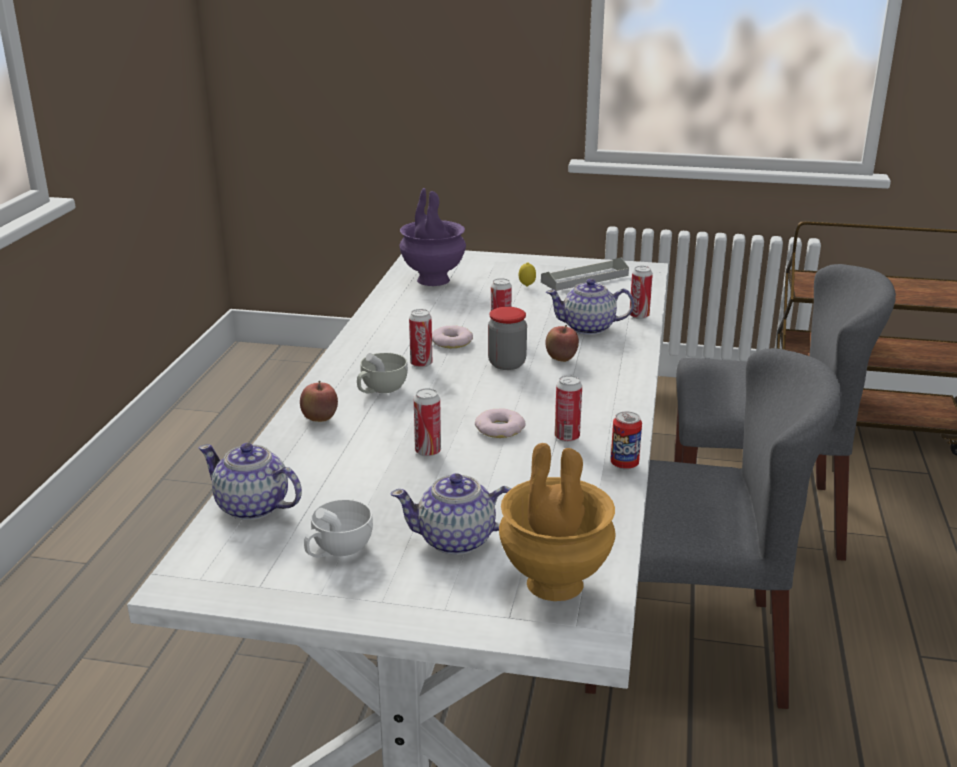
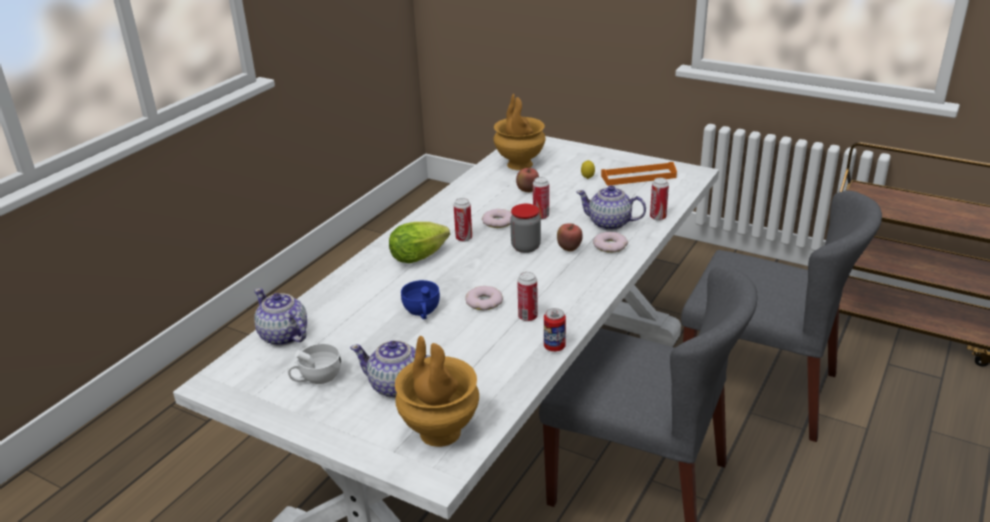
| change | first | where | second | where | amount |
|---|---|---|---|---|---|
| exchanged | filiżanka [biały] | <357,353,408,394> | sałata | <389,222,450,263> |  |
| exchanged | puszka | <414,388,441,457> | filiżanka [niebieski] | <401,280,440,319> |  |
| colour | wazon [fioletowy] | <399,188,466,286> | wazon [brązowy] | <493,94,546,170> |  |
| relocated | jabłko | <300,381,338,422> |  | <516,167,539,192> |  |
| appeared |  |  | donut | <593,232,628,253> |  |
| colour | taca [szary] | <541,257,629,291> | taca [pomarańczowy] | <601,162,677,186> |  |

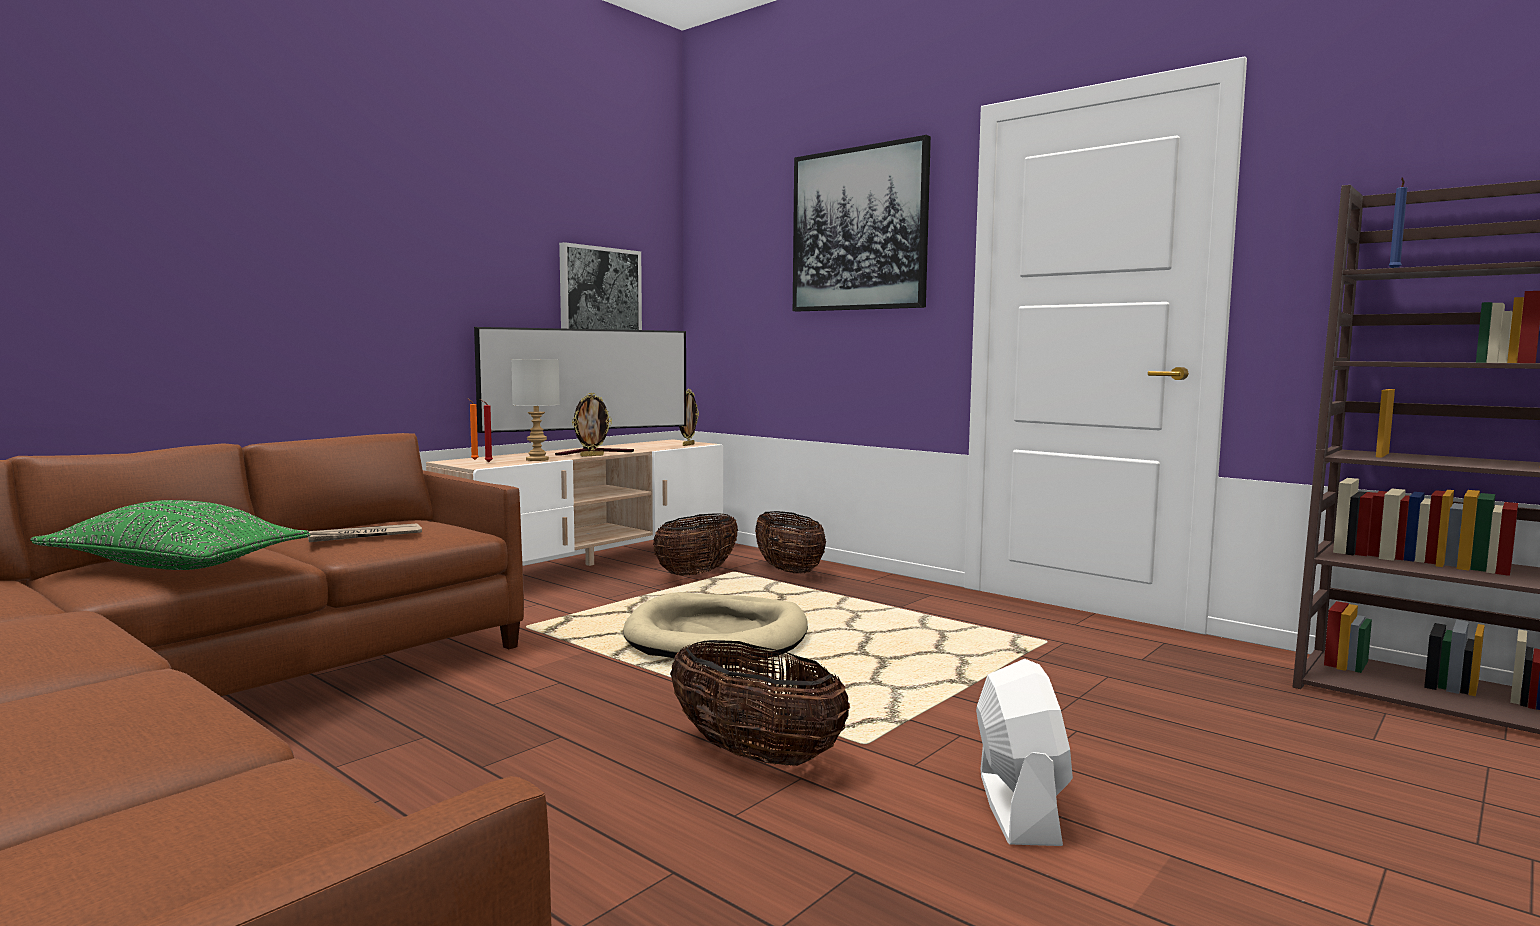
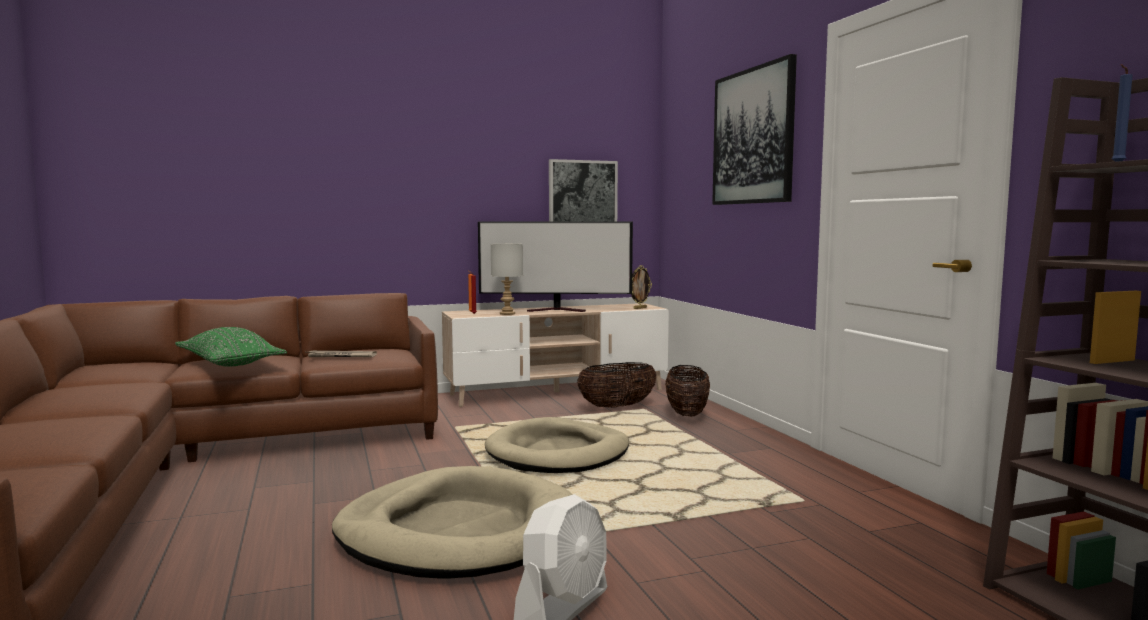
| change | first | where | second | where | amount |
|---|---|---|---|---|---|
| exchanged | koszyk | <670,640,850,766> | legowisko [beżowy] | <332,466,573,578> |  |
| missing | ramka na zdjęcie | <572,393,612,457> |  |  |  |

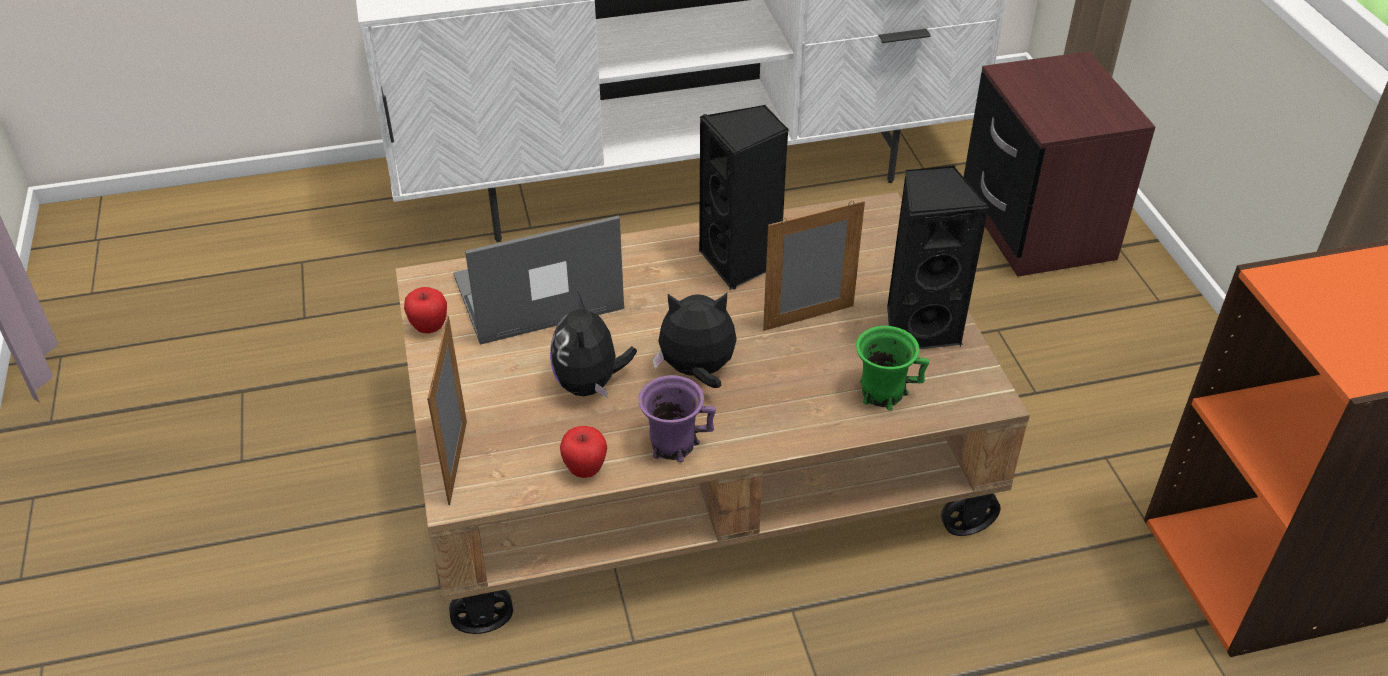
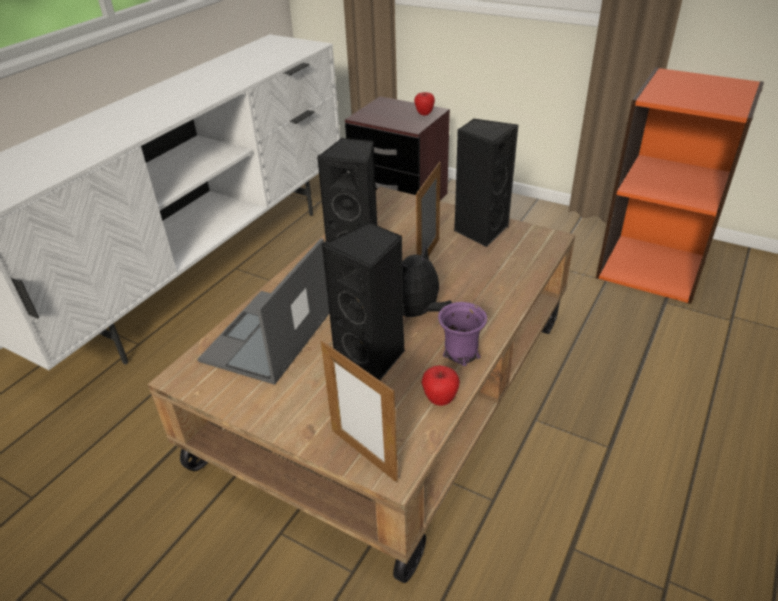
| change | first | where | second | where | amount |
|---|---|---|---|---|---|
| exchanged | pluszak | <550,292,637,398> | głośnik [czarny] | <322,222,405,380> |  |
| relocated | jabłko | <404,287,447,333> |  | <414,92,435,115> |  |
| missing | kubek [zielony] | <856,326,929,410> |  |  |  |

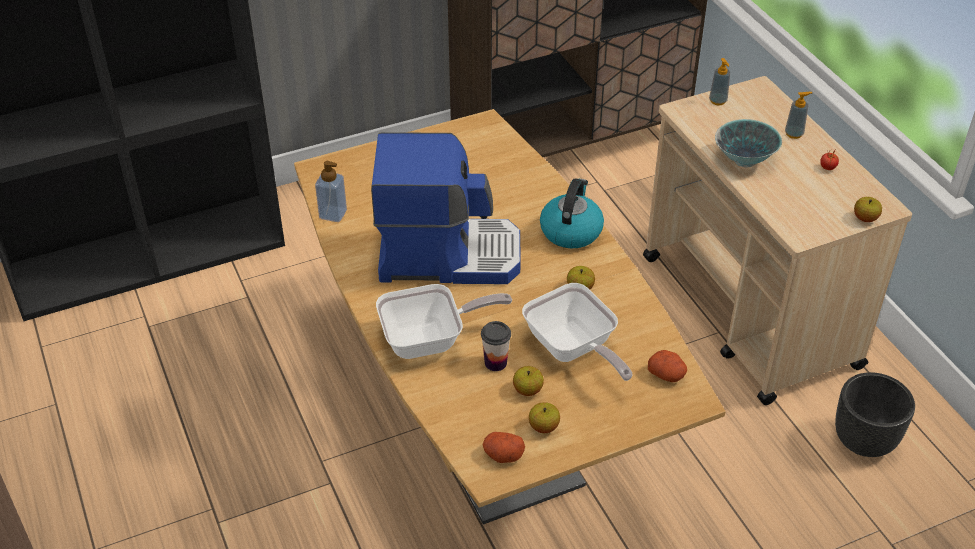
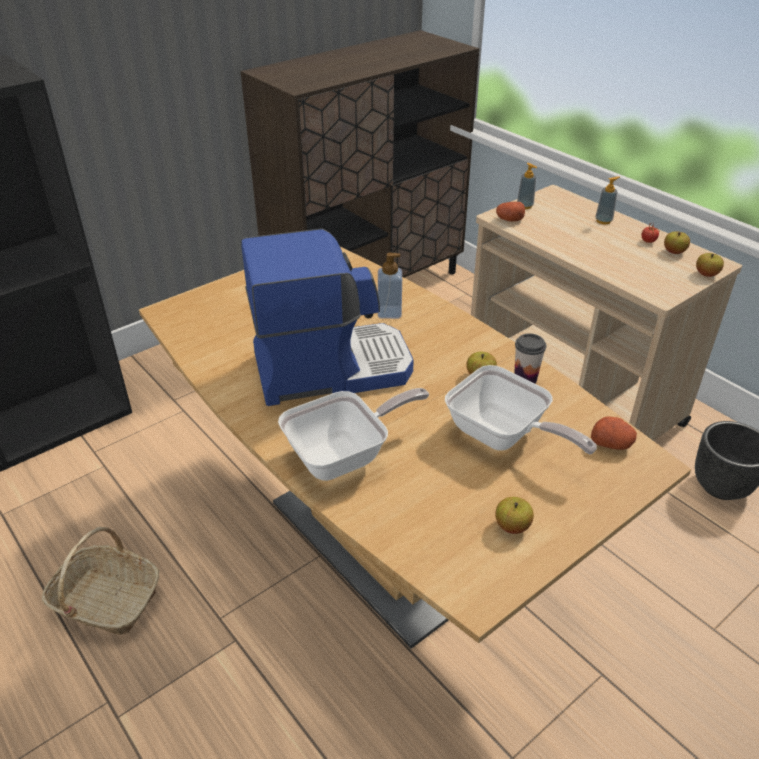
| change | first | where | second | where | amount |
|---|---|---|---|---|---|
| appeared |  |  | koszyk | <42,527,160,635> |  |
| relocated | dozownik mydła | <315,161,347,222> |  | <378,253,402,319> |  |
| relocated | ziemniak | <482,432,525,463> |  | <496,202,525,222> |  |
| relocated | filiżanka | <481,321,511,371> |  | <514,333,546,384> |  |
| relocated | jabłko | <513,366,544,396> |  | <664,231,690,254> |  |
| missing | czajnik | <540,179,604,249> |  |  |  |
| missing | miska | <715,119,782,167> |  |  |  |

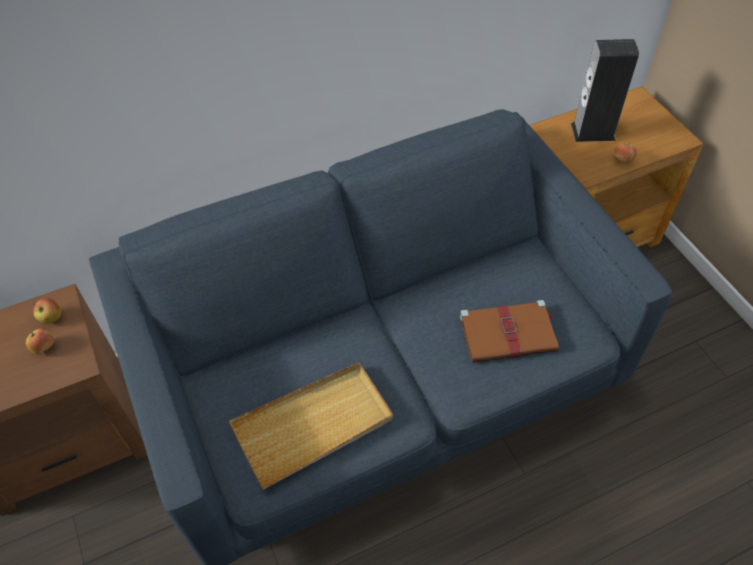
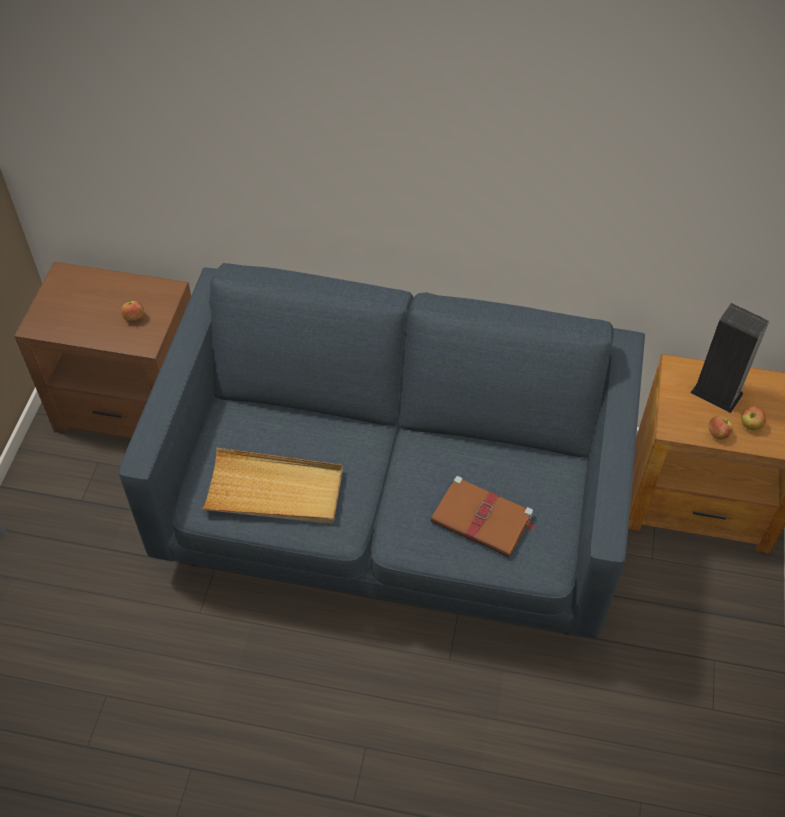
| change | first | where | second | where | amount |
|---|---|---|---|---|---|
| relocated | jabłko | <33,298,61,324> |  | <741,406,766,431> |  |

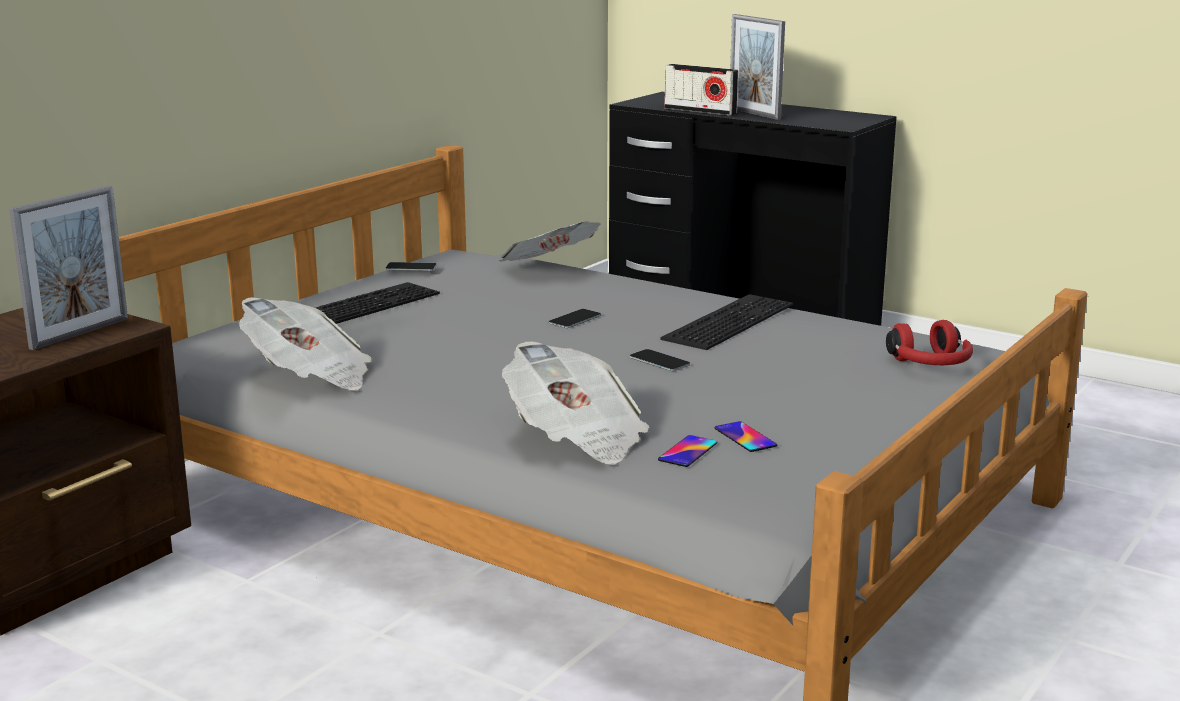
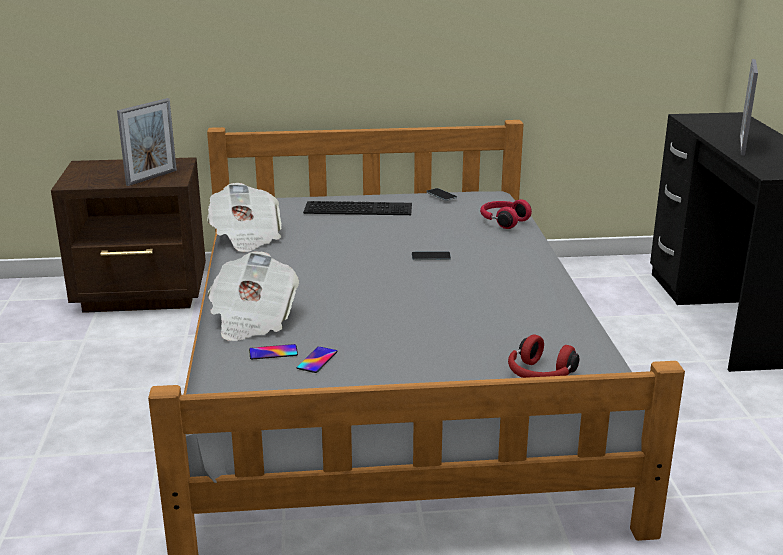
| change | first | where | second | where | amount |
|---|---|---|---|---|---|
| spun | ramka na zdjęcie | <9,185,128,350> |  | <117,98,177,186> | 45 degrees counterclockwise |
| exchanged | gazeta | <499,221,601,262> | słuchawki [czerwony] | <480,199,532,229> |  |
| missing | telefon | <630,349,690,371> |  |  |  |
| missing | klawiatura | <660,294,793,350> |  |  |  |
| missing | radio | <664,64,738,116> |  |  |  |

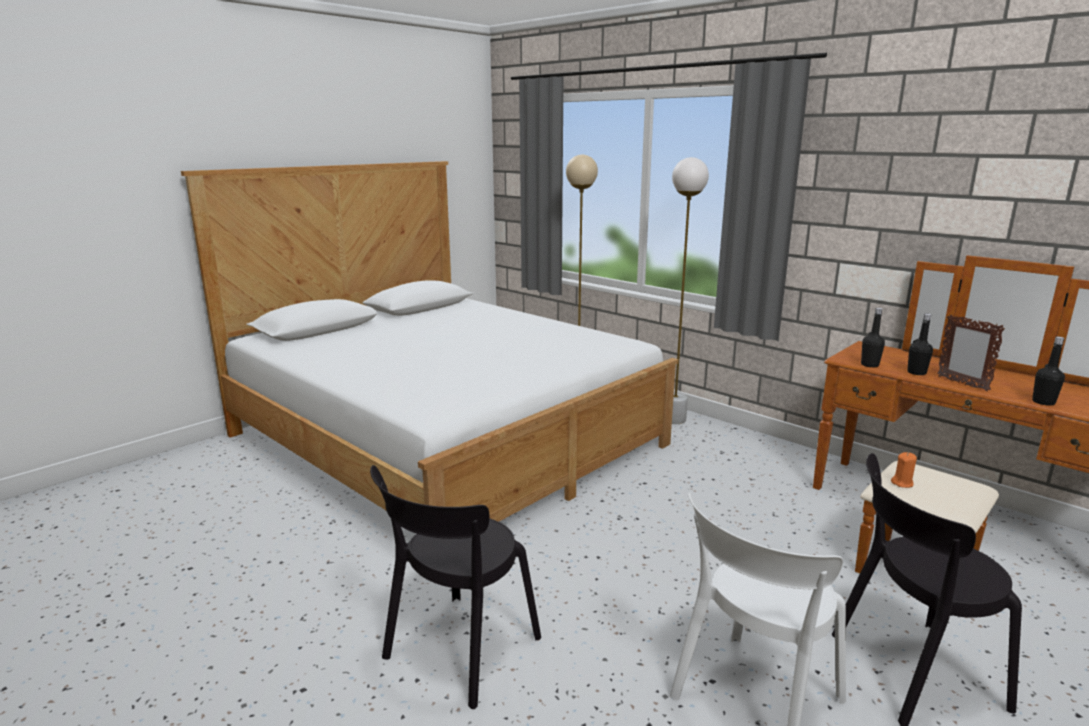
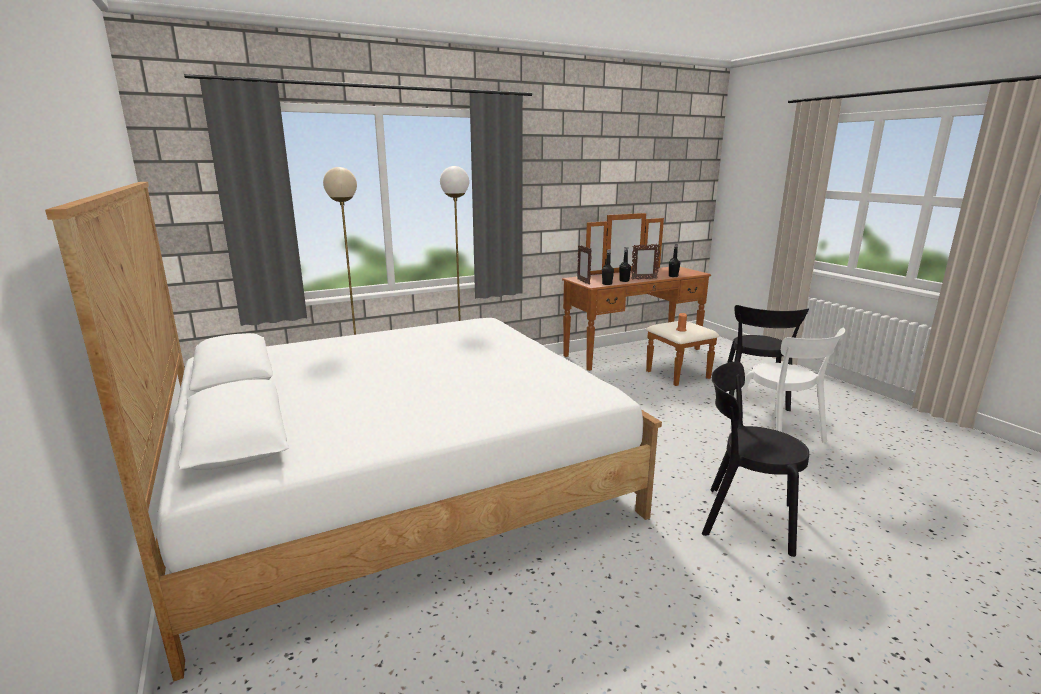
| change | first | where | second | where | amount |
|---|---|---|---|---|---|
| appeared |  |  | ramka na zdjęcie | <577,245,592,285> |  |
| spun | krzesło [czarny] | <370,465,541,709> |  | <702,361,809,557> | 150 degrees clockwise |

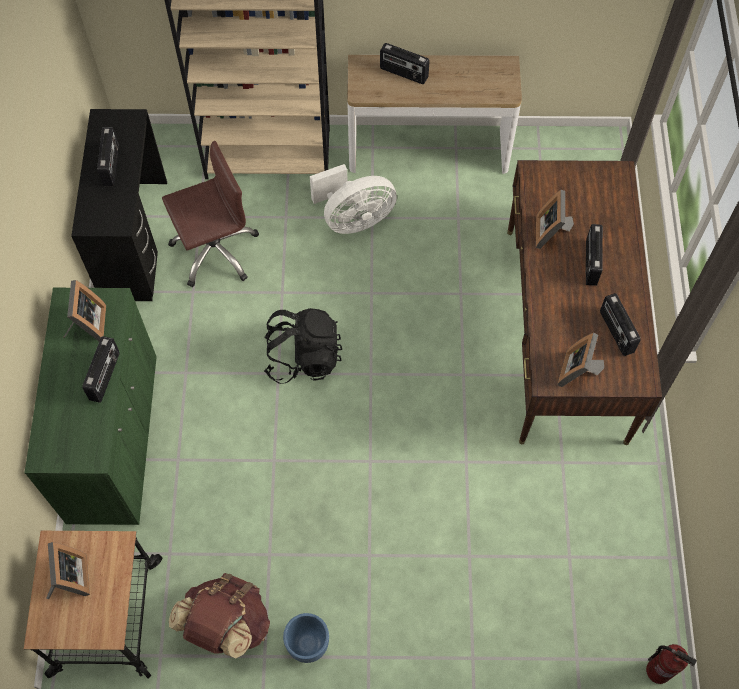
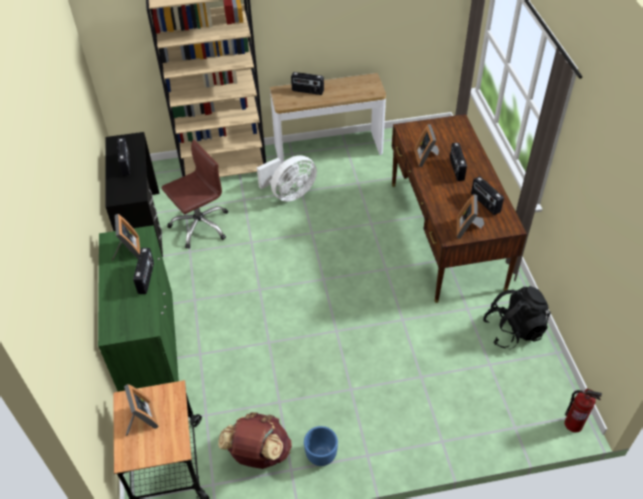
| change | first | where | second | where | amount |
|---|---|---|---|---|---|
| relocated | plecak [czarny] | <264,308,342,384> |  | <483,286,551,349> |  |

